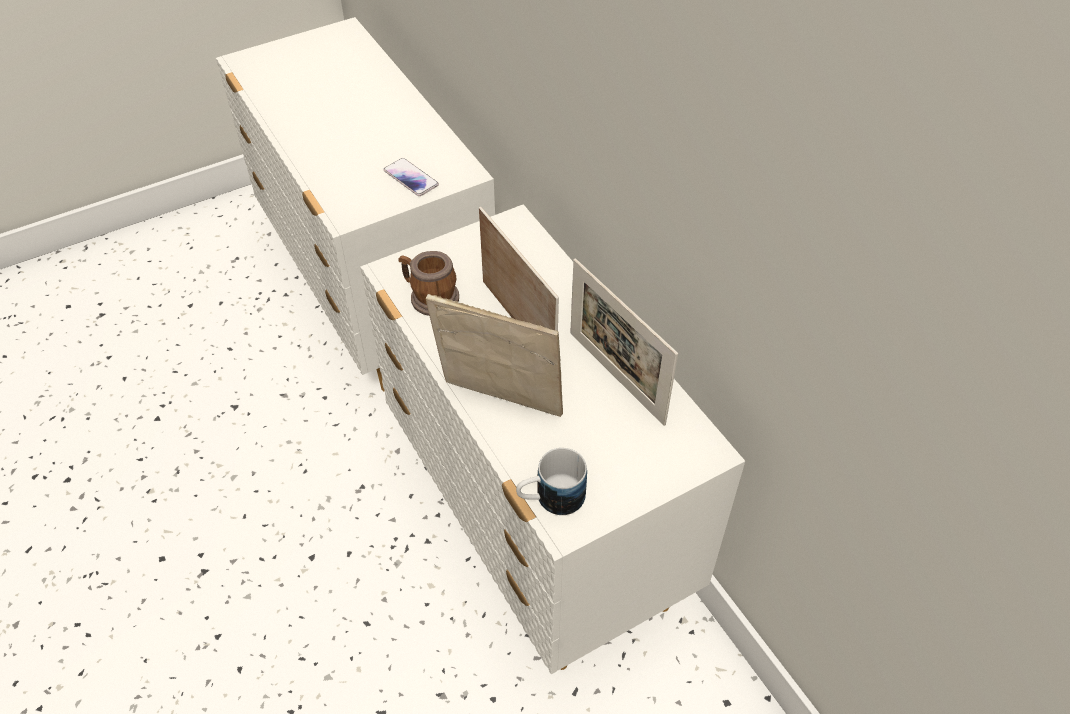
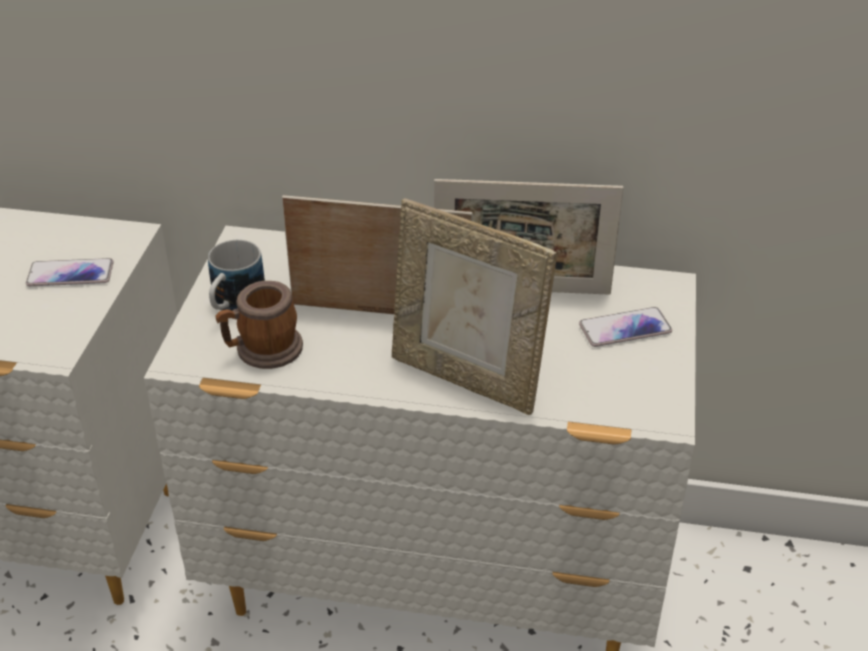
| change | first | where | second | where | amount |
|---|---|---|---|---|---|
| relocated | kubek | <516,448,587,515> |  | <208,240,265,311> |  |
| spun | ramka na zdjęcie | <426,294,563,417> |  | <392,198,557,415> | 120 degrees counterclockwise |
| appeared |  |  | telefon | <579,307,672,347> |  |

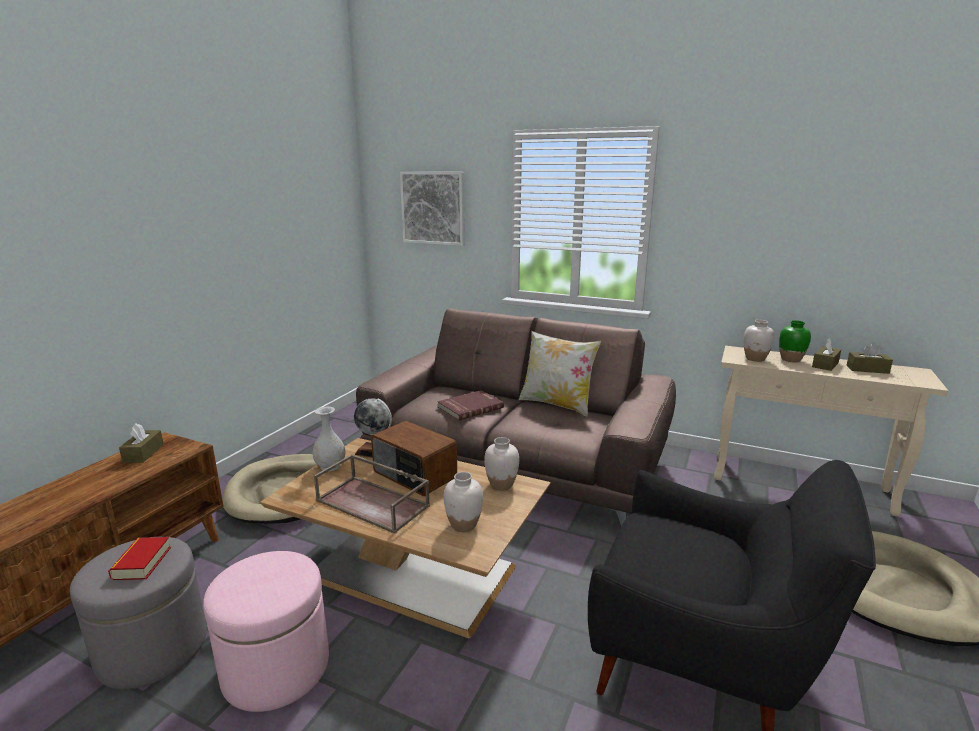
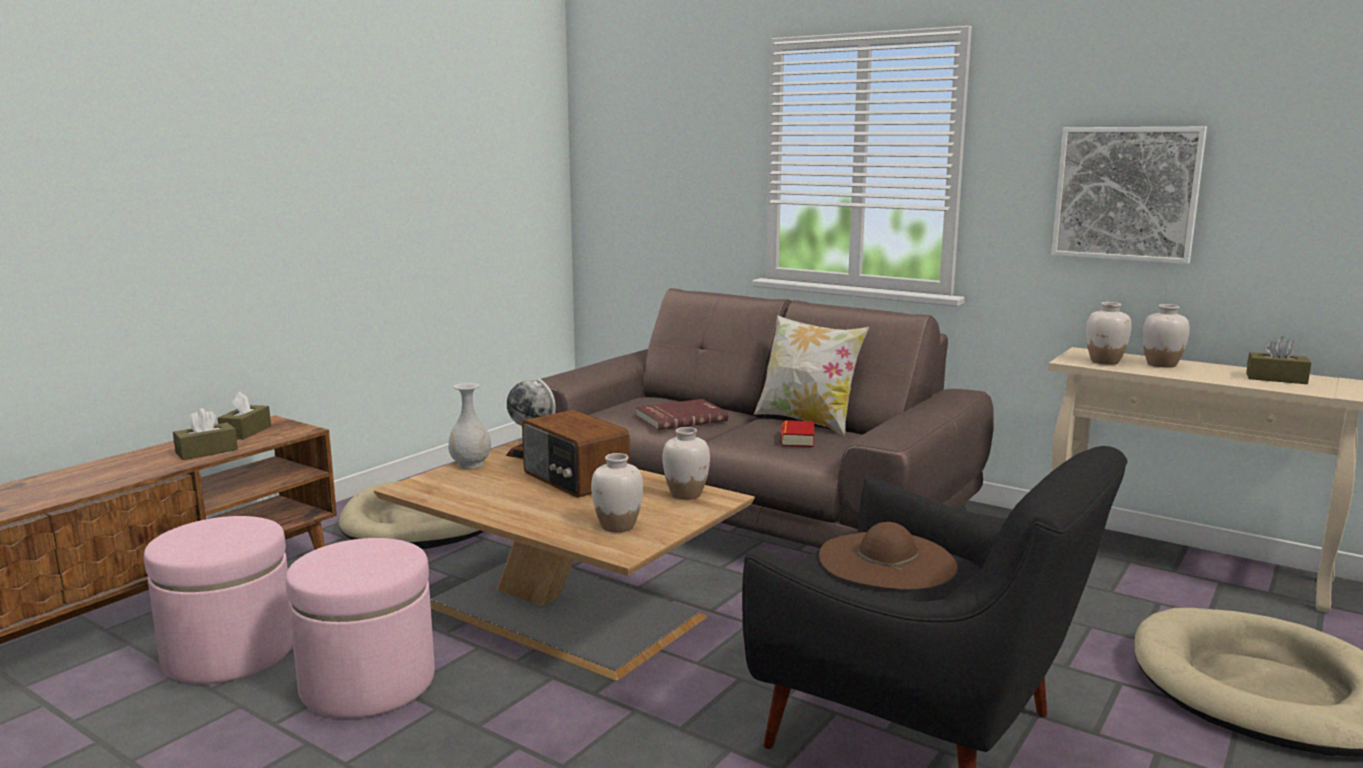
| change | first | where | second | where | amount |
|---|---|---|---|---|---|
| colour | pufa [szary] | <70,537,207,689> | pufa [różowy] | <144,516,293,684> |  |
| relocated | pudełko chusteczek [brązowy] | <812,338,841,371> |  | <173,408,238,460> |  |
| relocated | książka | <108,537,171,580> |  | <781,420,814,447> |  |
| appeared |  |  | kapelusz [brązowy] | <819,522,958,590> |  |
| relocated | obraz | <400,172,465,246> |  | <1051,127,1207,264> |  |
| colour | wazon [zielony] | <779,320,811,363> | wazon [biały] | <1143,304,1190,368> |  |
| missing | taca [brązowy] | <314,454,430,533> |  |  |  |

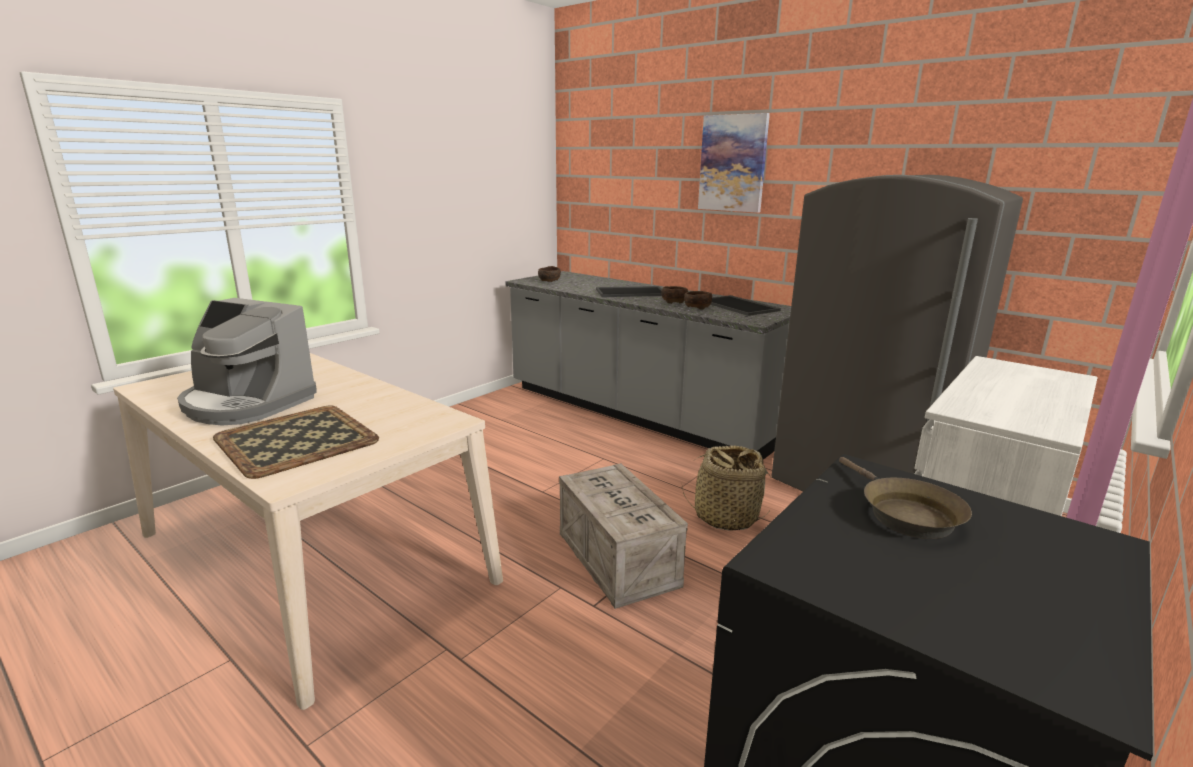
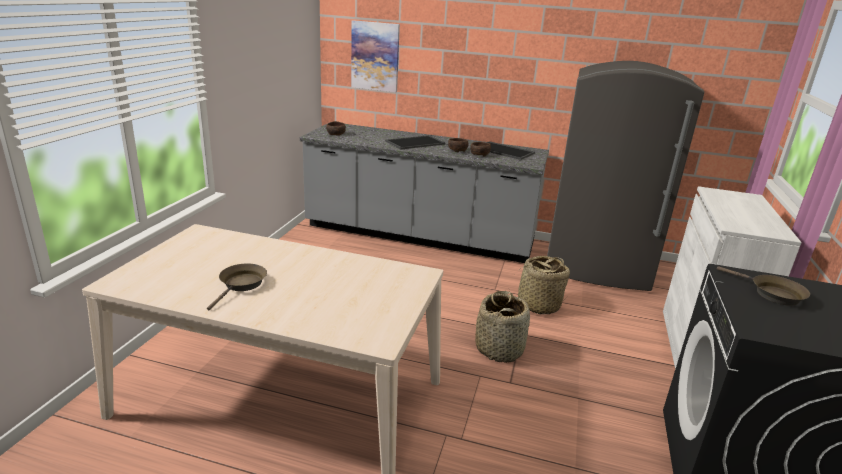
| change | first | where | second | where | amount |
|---|---|---|---|---|---|
| exchanged | ekspres do kawy | <177,298,317,425> | patelnia [brązowy] | <207,263,267,310> |  |
| relocated | obraz | <698,113,770,213> |  | <351,20,400,92> |  |
| exchanged | skrzynka | <559,463,688,609> | koszyk | <475,291,530,363> |  |
| missing | taca | <213,405,379,479> |  |  |  |

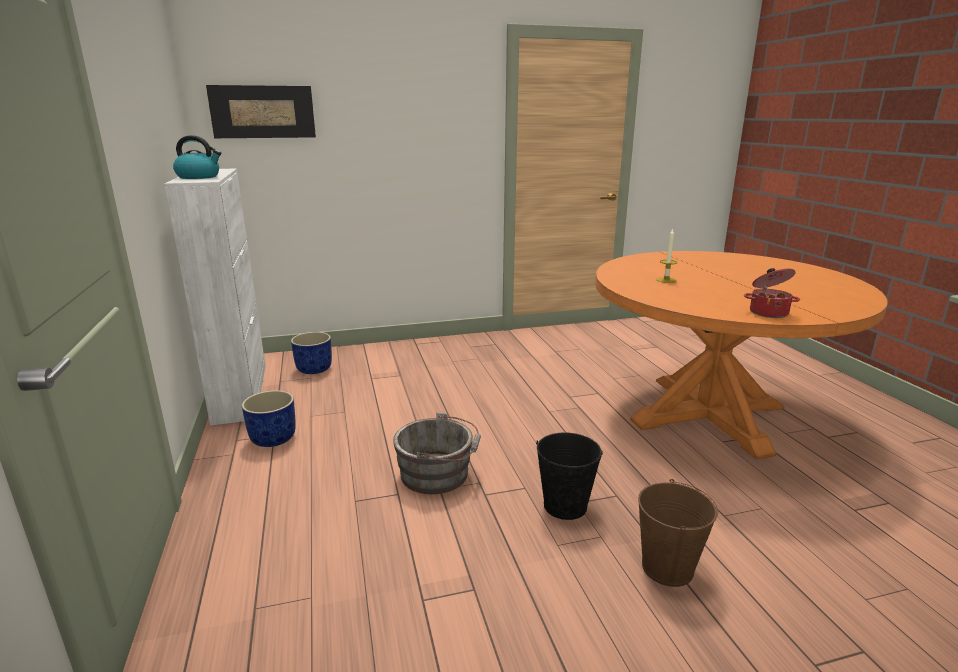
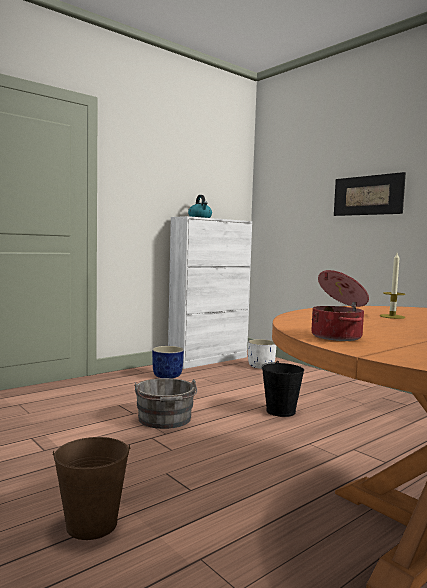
| change | first | where | second | where | amount |
|---|---|---|---|---|---|
| colour | donica [niebieski] | <291,332,332,374> | donica [biały] | <248,339,276,369> |  |
| relocated | wiadro [czarny] | <536,433,603,520> |  | <262,361,304,417> |  |
| relocated | obraz | <206,85,316,138> |  | <334,172,406,216> |  |

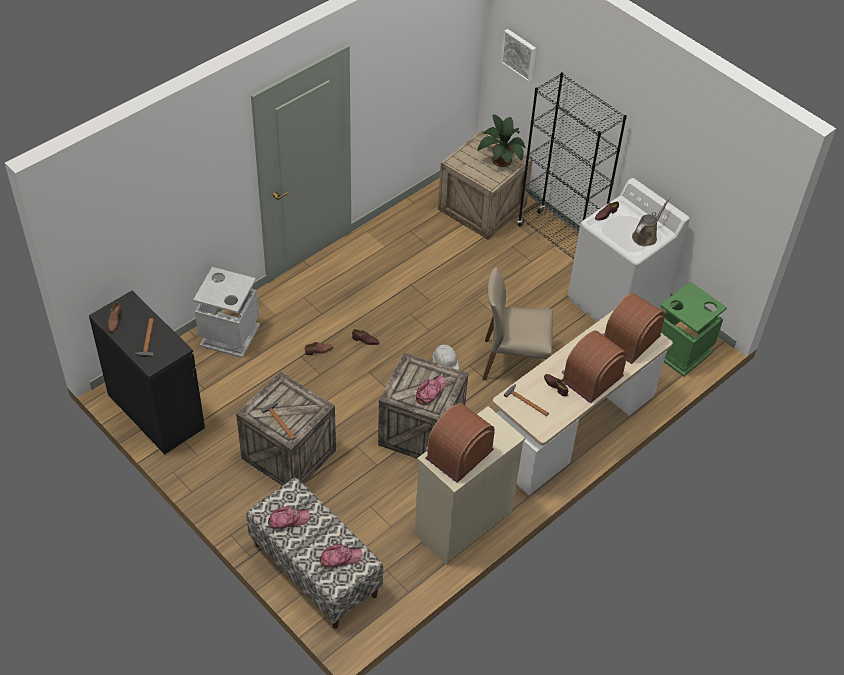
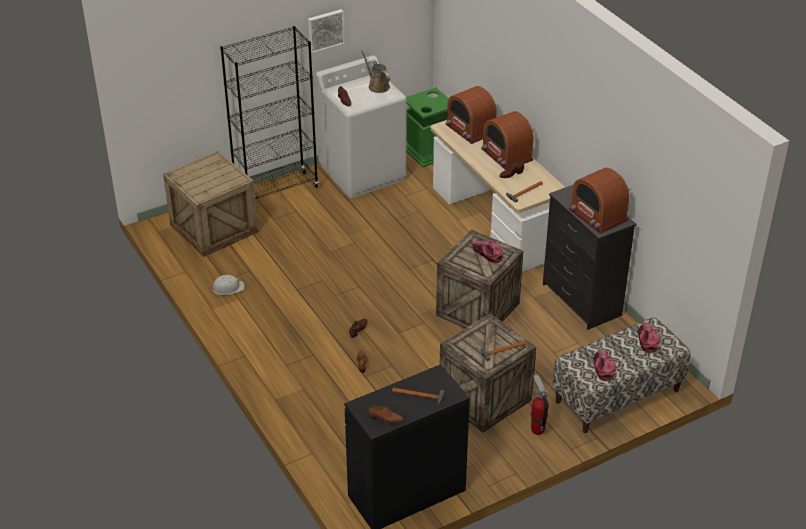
| change | first | where | second | where | amount |
|---|---|---|---|---|---|
| relocated | kask [biały] | <433,345,459,370> |  | <210,275,244,295> |  |
| relocated | obraz | <501,29,536,82> |  | <308,9,345,53> |  |
| appeared |  |  | gaśnica | <530,374,549,435> |  |
| colour | komoda [beżowy] | <415,406,525,565> | komoda [czarny] | <543,185,636,330> |  |
| missing | kosz na śmieci [szary] | <193,267,260,358> |  |  |  |
| missing | roślina doniczkowa | <478,114,525,167> |  |  |  |
| missing | krzesło [beżowy] | <483,267,553,380> |  |  |  |

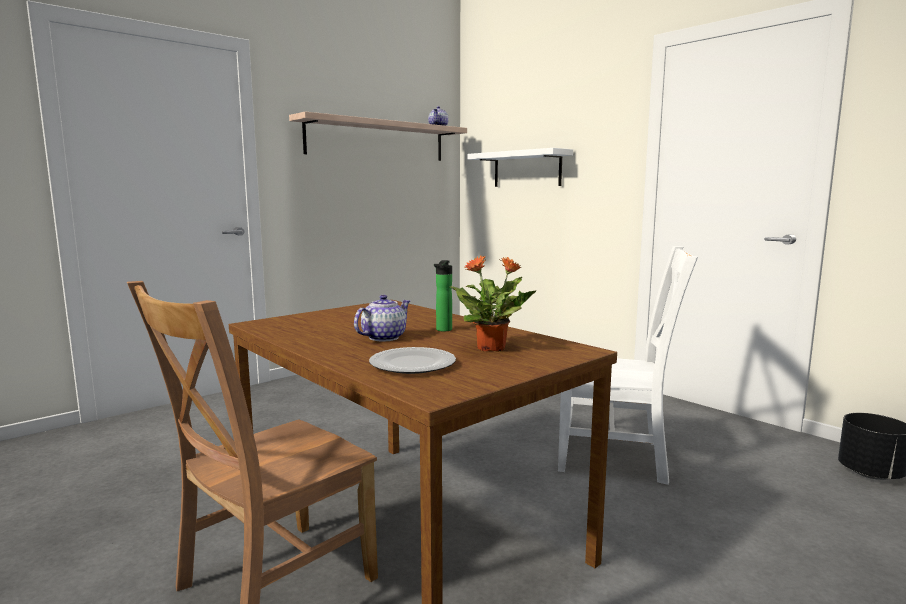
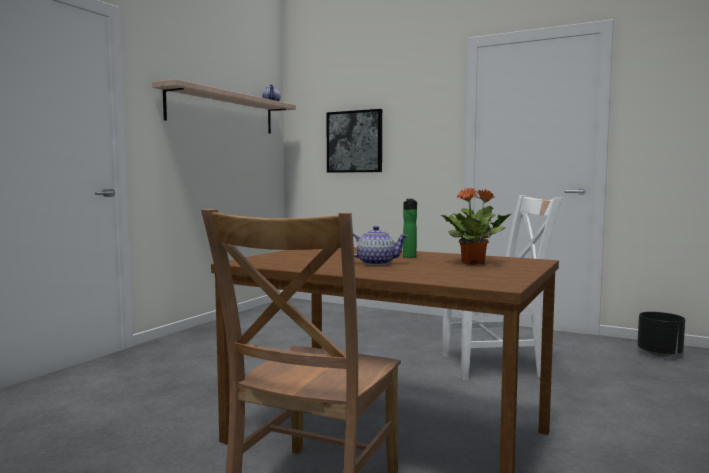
| change | first | where | second | where | amount |
|---|---|---|---|---|---|
| exchanged | półka [biały] | <467,148,573,187> | obraz | <327,109,382,173> |  |
| spun | imbryk | <354,295,410,341> |  | <353,226,408,265> | 75 degrees clockwise |
| missing | talerz | <369,347,456,374> |  |  |  |

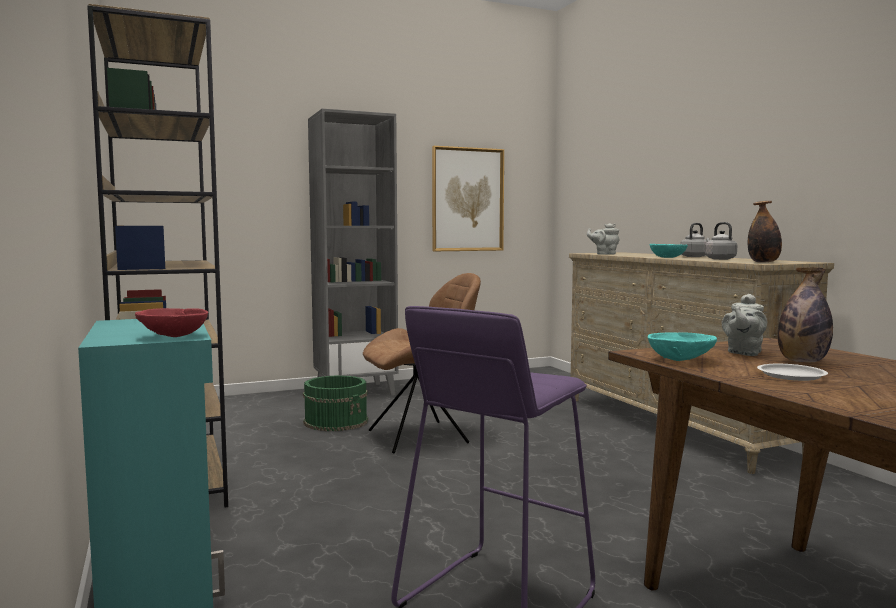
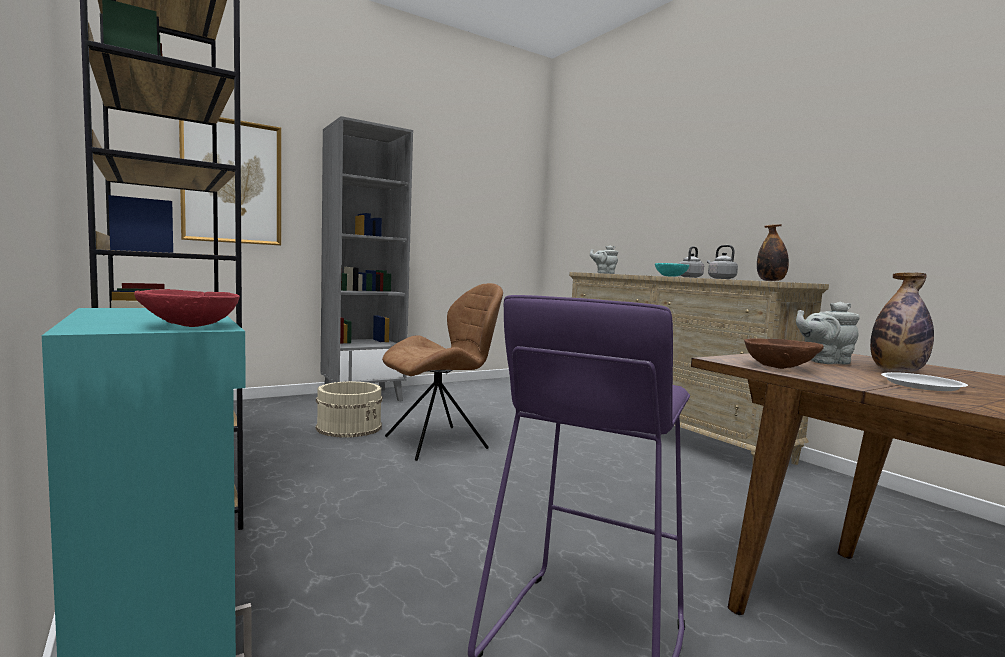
| change | first | where | second | where | amount |
|---|---|---|---|---|---|
| relocated | obraz | <432,146,504,251> |  | <179,117,281,245> |  |
| colour | wiadro [zielony] | <303,375,368,431> | wiadro [beżowy] | <316,381,382,438> |  |
| colour | miska [turkusowy] | <648,332,717,361> | miska [brązowy] | <744,339,824,369> |  |
| spun | imbryk [szary] | <722,294,767,356> |  | <796,301,860,365> | 60 degrees clockwise |

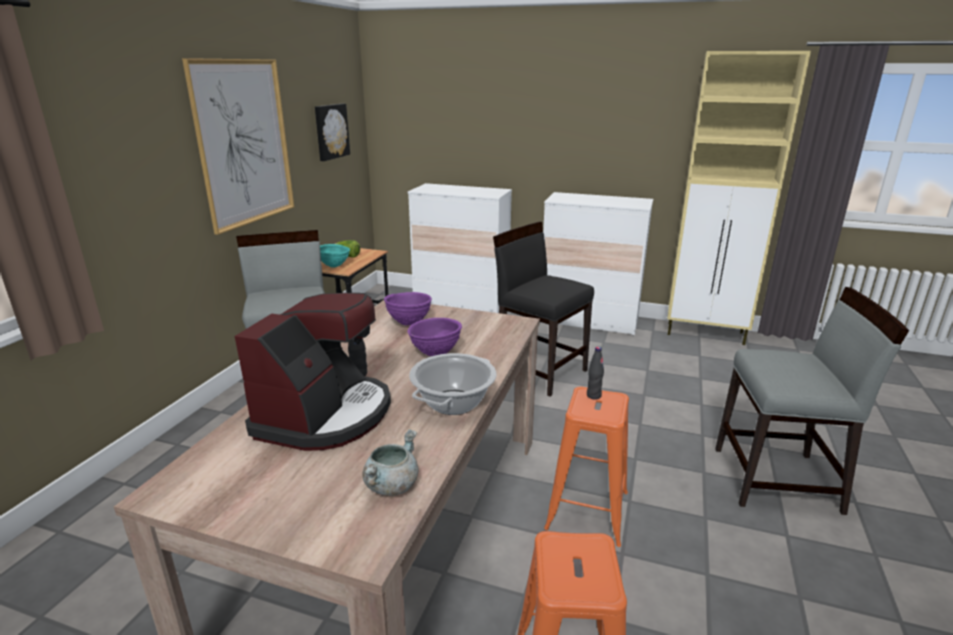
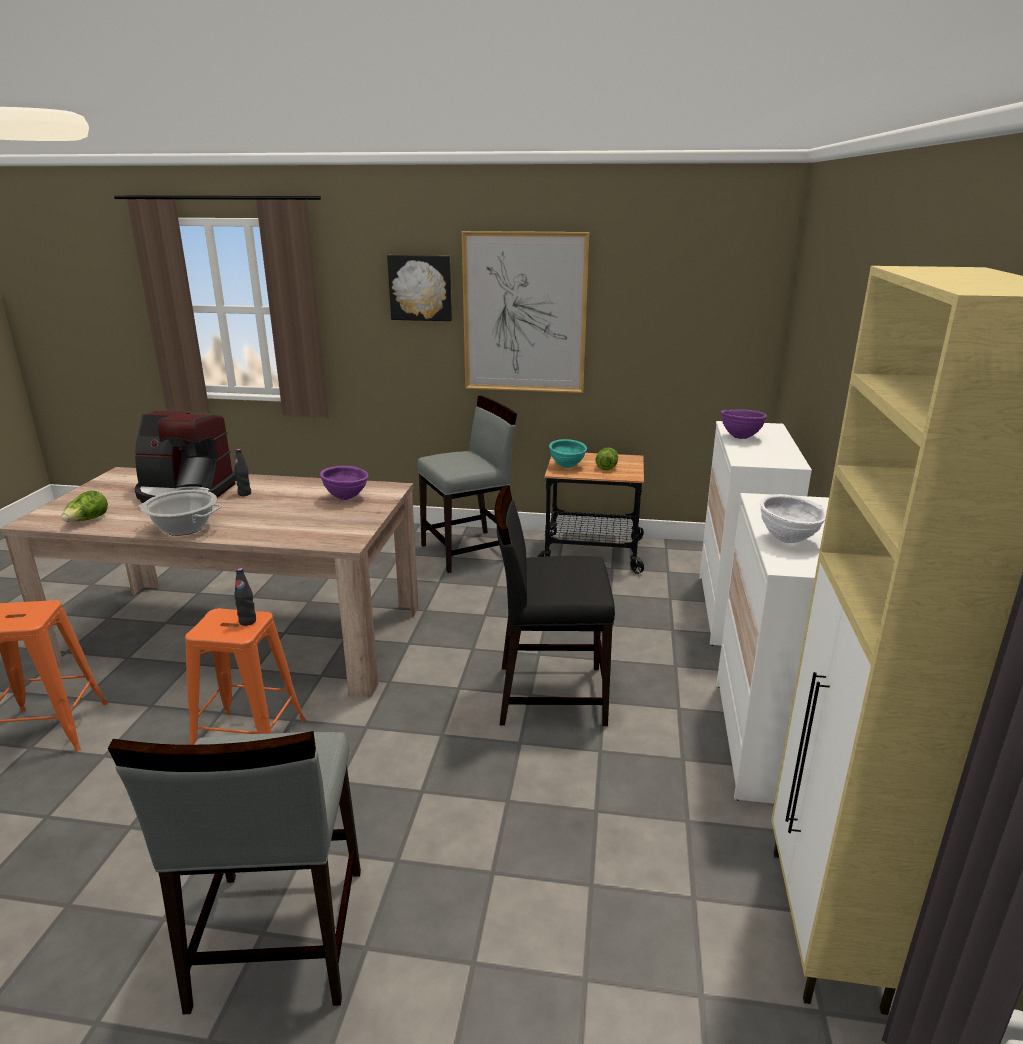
| change | first | where | second | where | amount |
|---|---|---|---|---|---|
| exchanged | garnek [szary] | <362,429,418,496> | sałata | <61,490,108,522> |  |
| relocated | obraz | <315,104,350,161> |  | <387,255,452,321> |  |
| spun | krzesło [czarny] | <493,222,594,397> |  | <495,485,615,726> | 120 degrees counterclockwise |
| relocated | miska [fioletowy] | <407,318,462,356> |  | <721,409,767,439> |  |
| appeared |  |  | miska [biały] | <760,494,826,543> |  |

